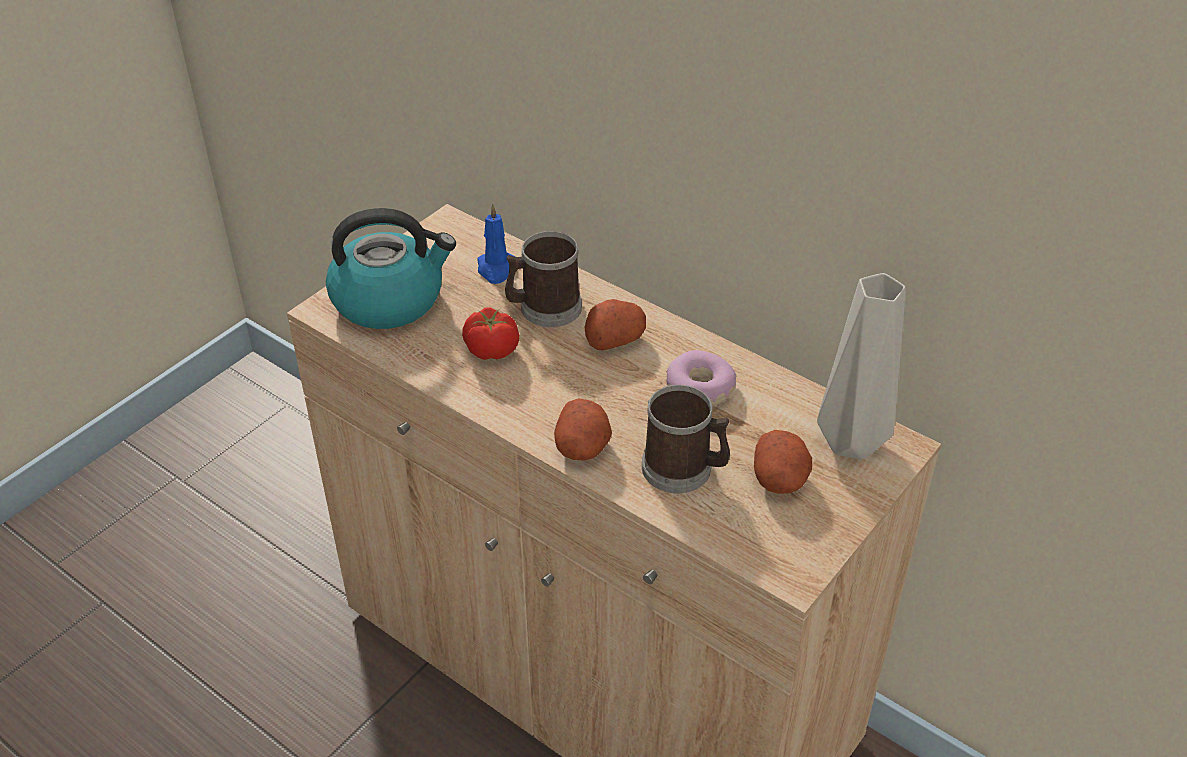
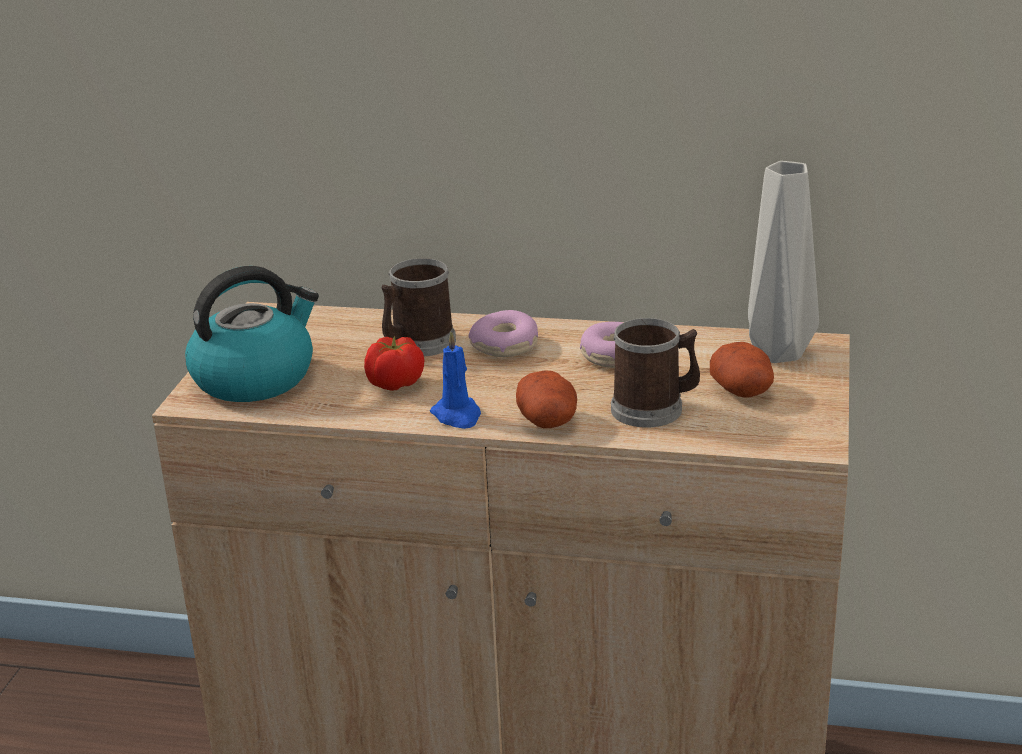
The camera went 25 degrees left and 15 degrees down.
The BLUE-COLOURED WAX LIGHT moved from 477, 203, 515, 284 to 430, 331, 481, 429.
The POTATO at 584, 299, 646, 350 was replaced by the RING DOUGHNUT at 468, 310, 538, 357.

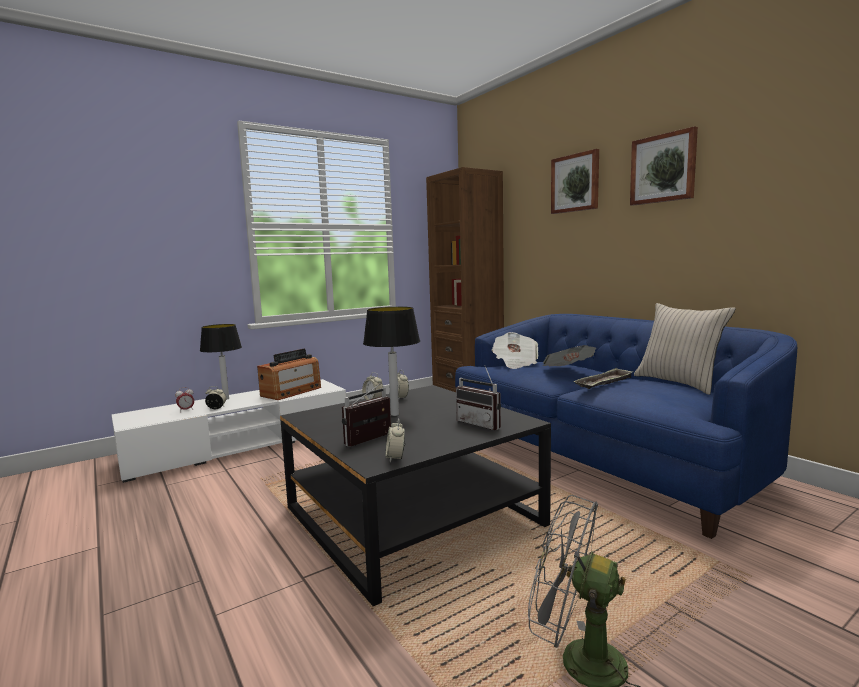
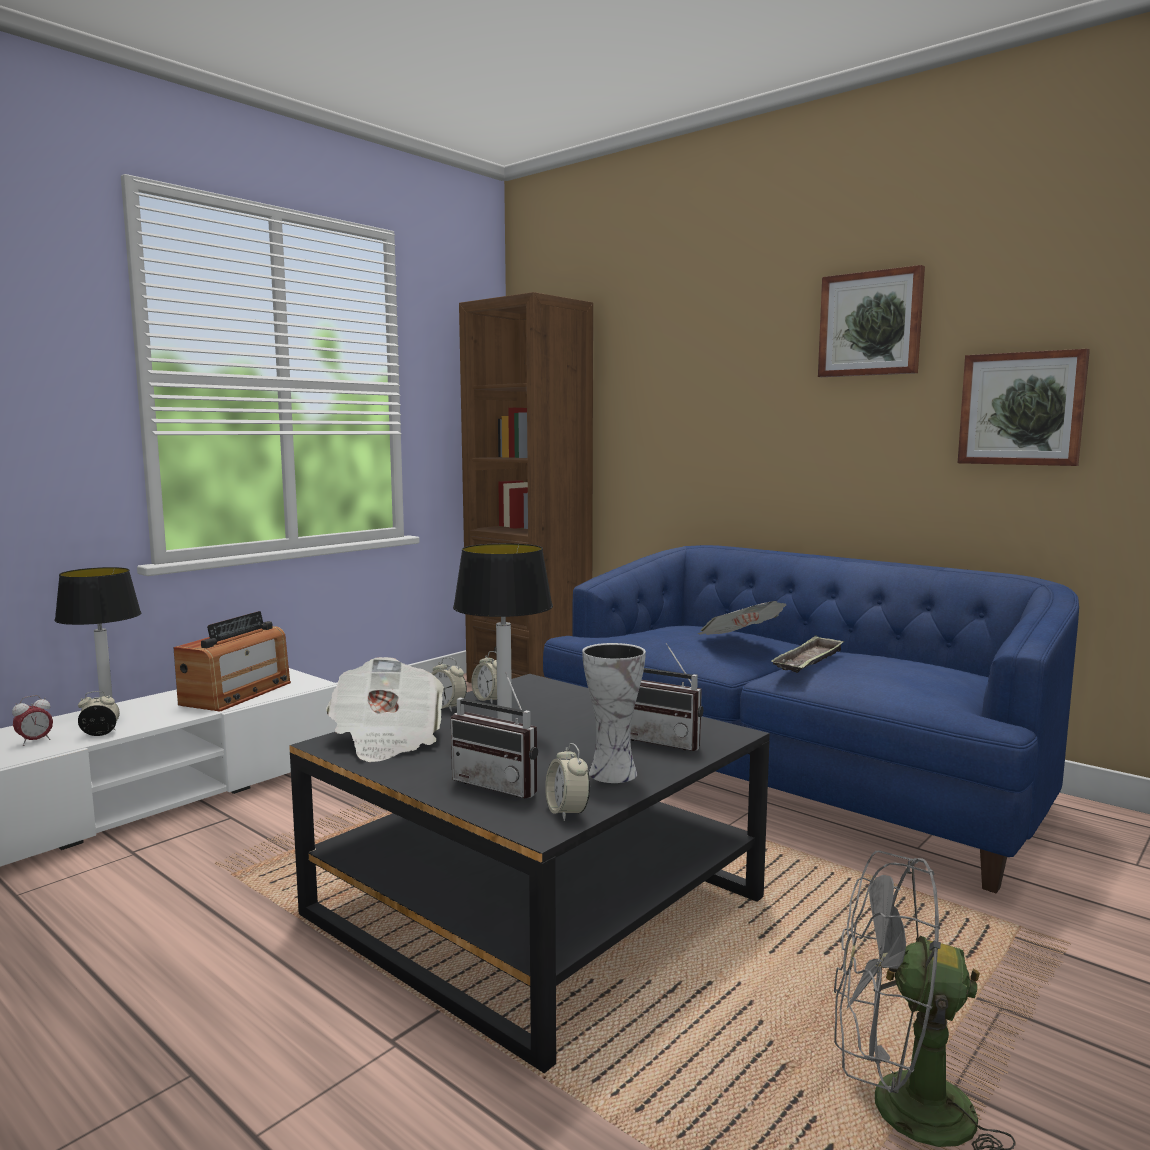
The camera went 15 degrees left and 0 degrees up.
The NEWSPAPER moved from 492, 332, 538, 369 to 326, 657, 444, 762.
The RADIO at 342, 382, 391, 446 turned 90 degrees counterclockwise.
The FLOWER VASE at 582, 643, 646, 783 appeared.
The WALL PICTURE moved from 551, 149, 599, 214 to 958, 349, 1090, 466.
The BEIGE PILLOW at 634, 303, 736, 395 disappeared.

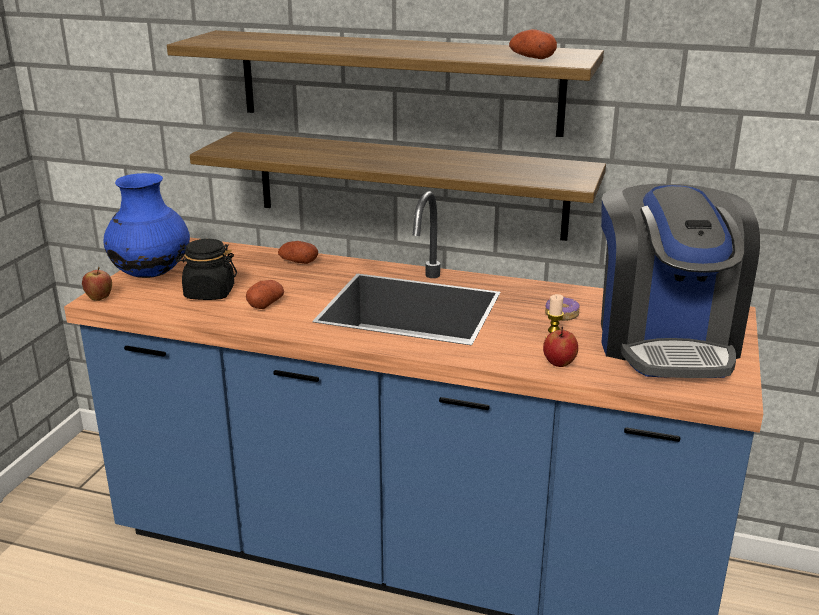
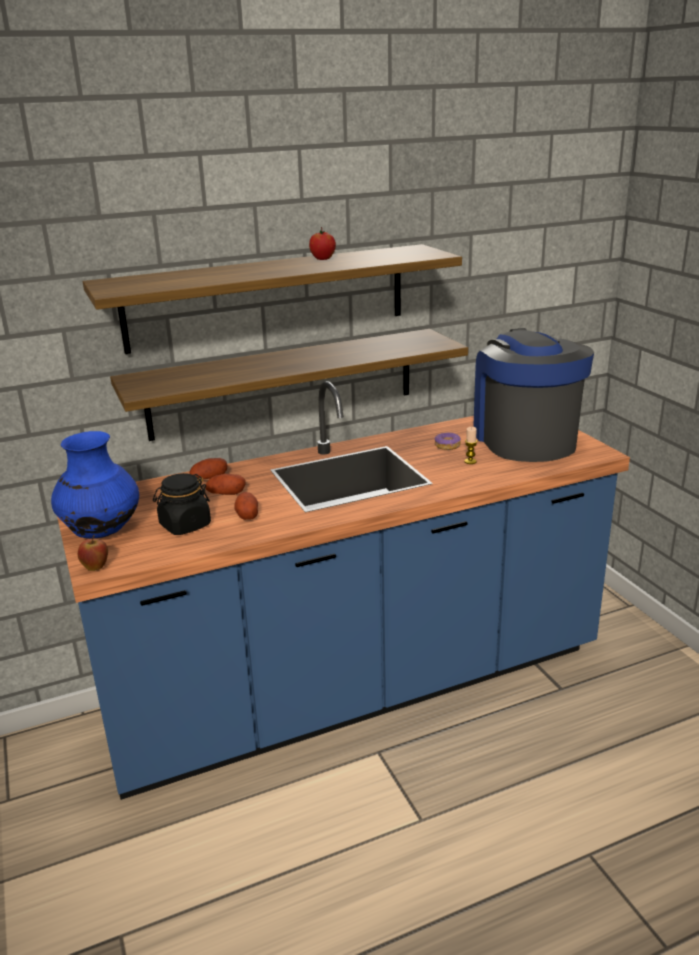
The camera went 40 degrees left and 0 degrees up.
The POTATO moved from 509, 29, 557, 59 to 206, 474, 246, 495.
The APPLE moved from 543, 326, 578, 367 to 309, 227, 336, 260.
The COFFEE BREWER at 601, 184, 760, 378 turned 150 degrees counterclockwise.

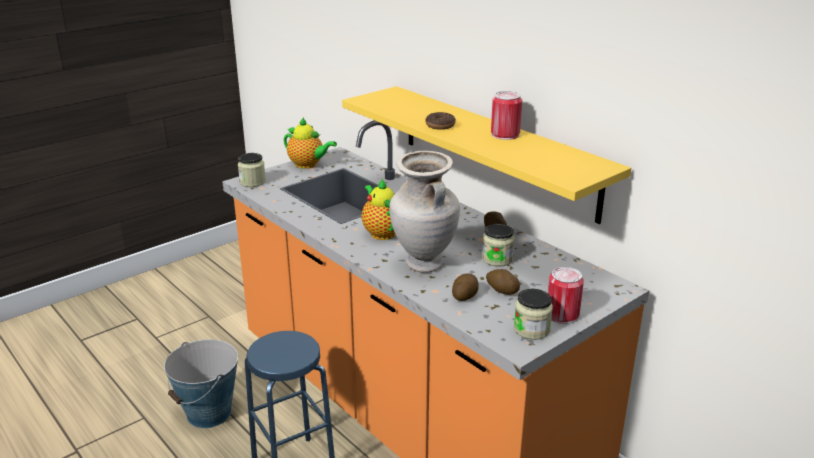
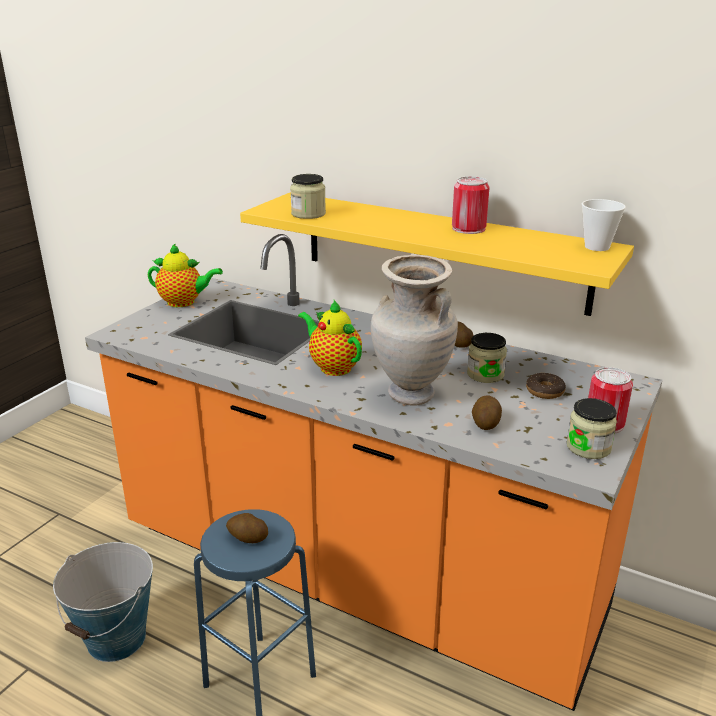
The camera went 20 degrees left and 0 degrees up.
The POTATO moved from 486, 269, 520, 295 to 226, 513, 268, 543.
The STORAGE JAR moved from 238, 153, 266, 187 to 290, 174, 326, 219.
The RING DOUGHNUT moved from 426, 112, 456, 130 to 526, 373, 566, 399.
The SMALL CUP at 582, 199, 626, 251 appeared.

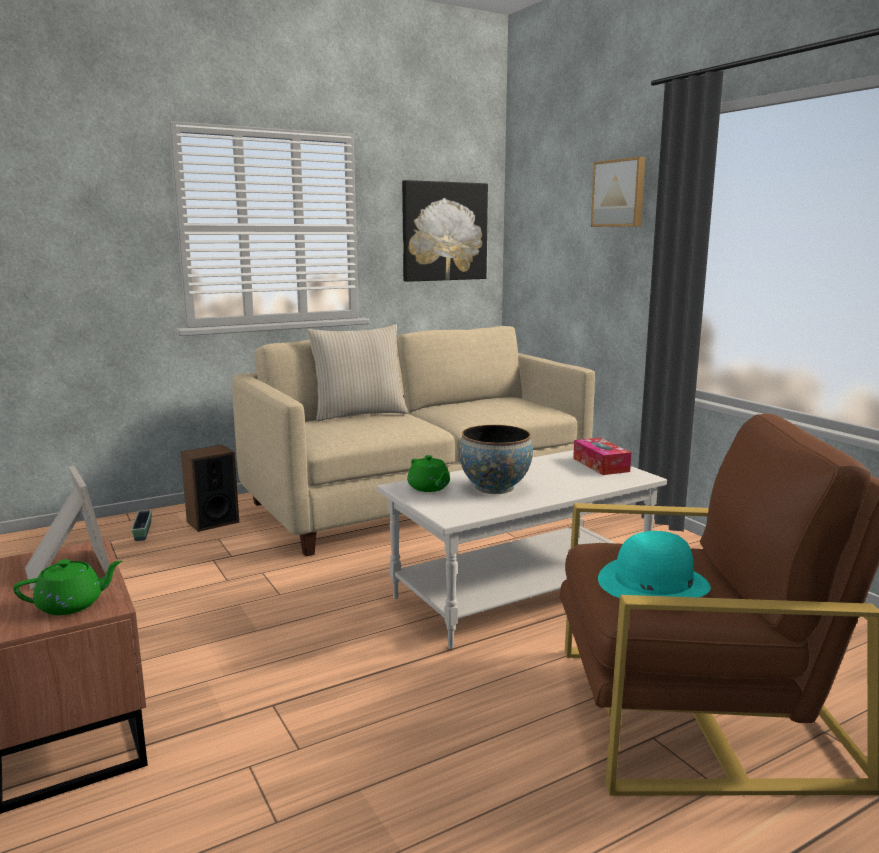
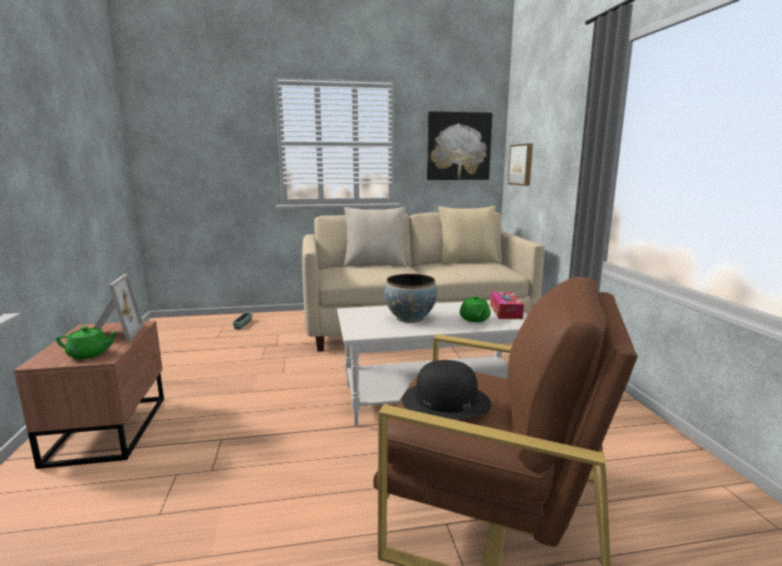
The camera went 20 degrees right and 0 degrees up.
The BLUE-GREEN WEARABLE HAT at 598, 531, 711, 598 became the BLACKISH WEARABLE HAT at 402, 360, 491, 419.
The BEIGE PILLOW at 438, 206, 500, 264 appeared.
The GREEN-COLOURED TEA POT moved from 407, 455, 450, 492 to 460, 296, 491, 322.
The WALL PICTURE moved from 591, 157, 646, 227 to 508, 143, 533, 186.
The SPEAKER at 181, 445, 239, 532 disappeared.

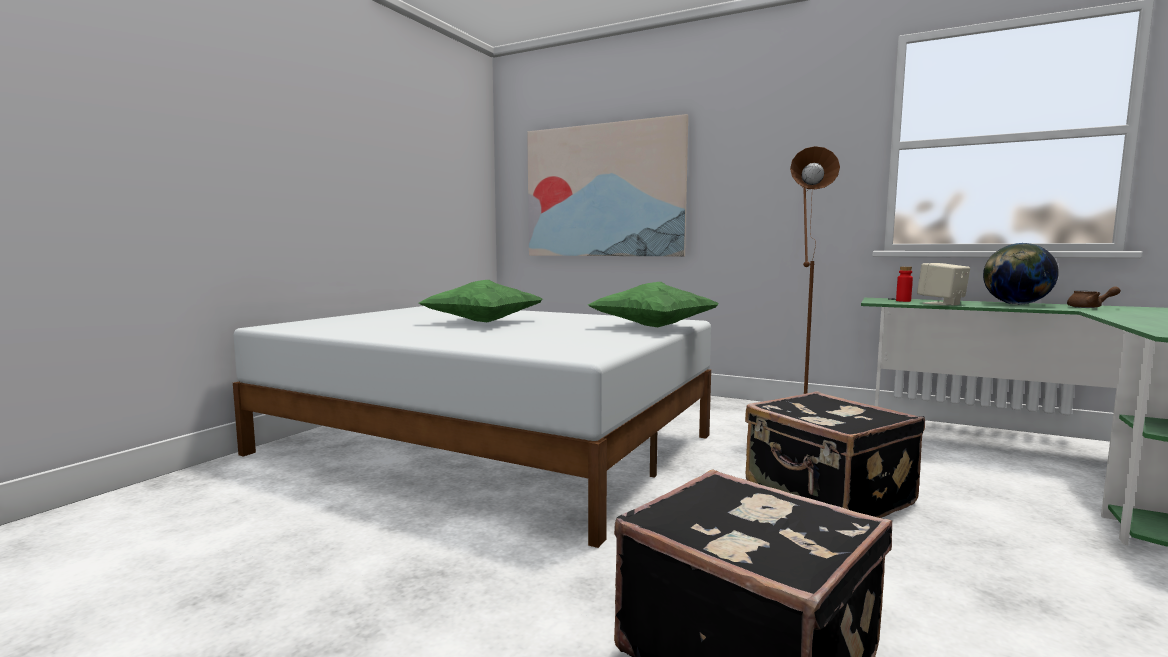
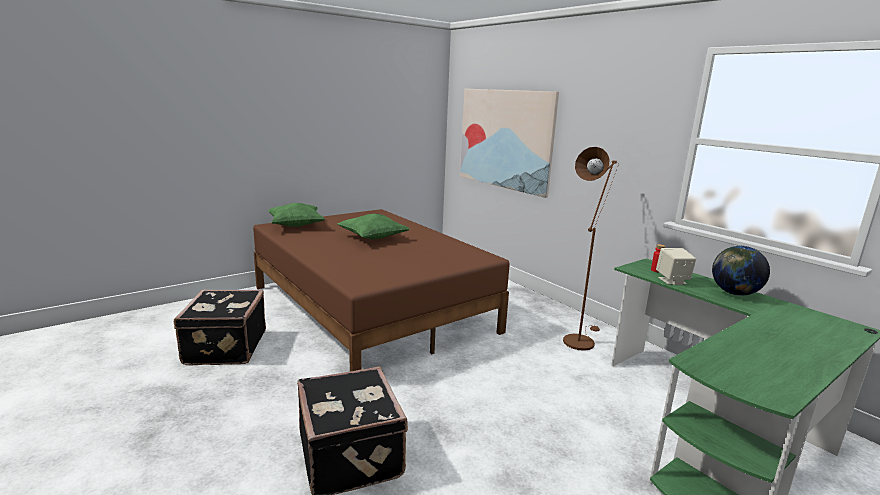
The camera went 25 degrees right and 10 degrees up.
The BLACKISH SUITCASE moved from 745, 391, 925, 518 to 174, 290, 266, 365.
The WHITE-COLOURED BEDROOM BED at 233, 306, 711, 548 became the BROWN BEDROOM BED at 253, 209, 510, 371.
The GREEN-COLOURED PILLOW moved from 588, 282, 719, 327 to 267, 203, 325, 227.
The BROWN TEA POT at 1067, 286, 1121, 308 disappeared.

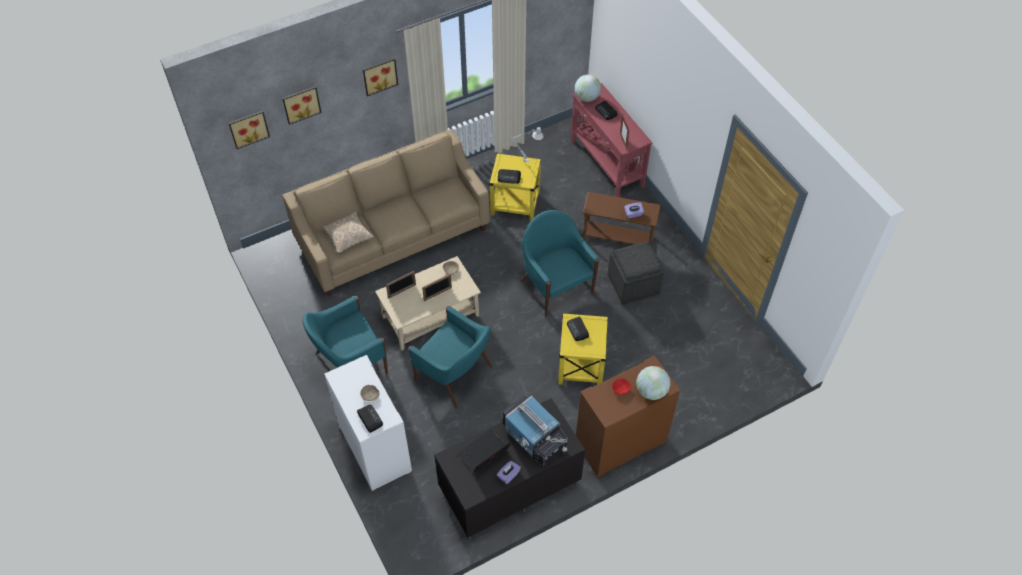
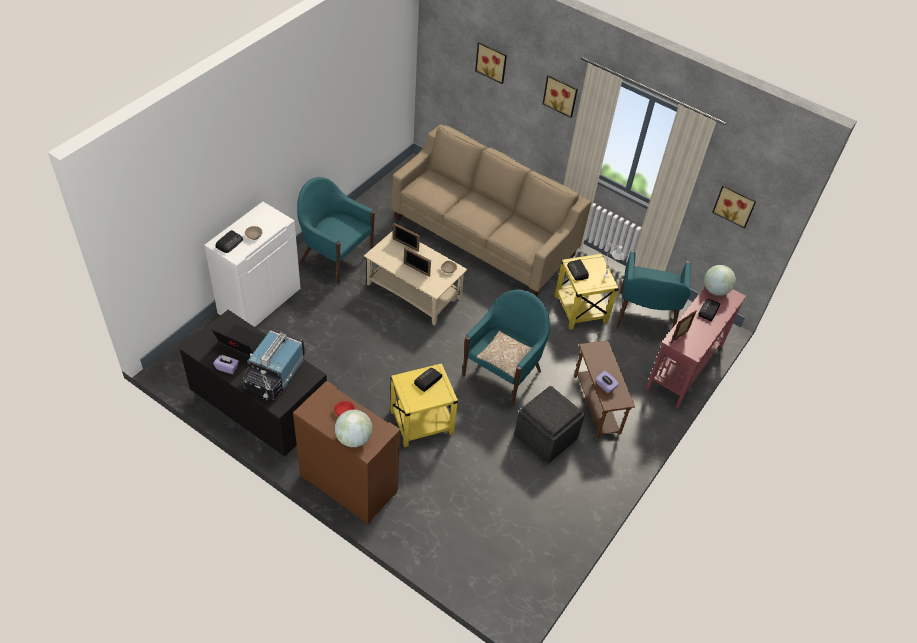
The camera went 60 degrees right and 5 degrees down.
The PILLOW moved from 322, 211, 374, 254 to 476, 330, 532, 378.
The BLUE-GREEN ARMCHAIR moved from 408, 306, 492, 408 to 616, 251, 691, 329.
The WALL PICTURE moved from 229, 111, 270, 149 to 712, 185, 756, 229.

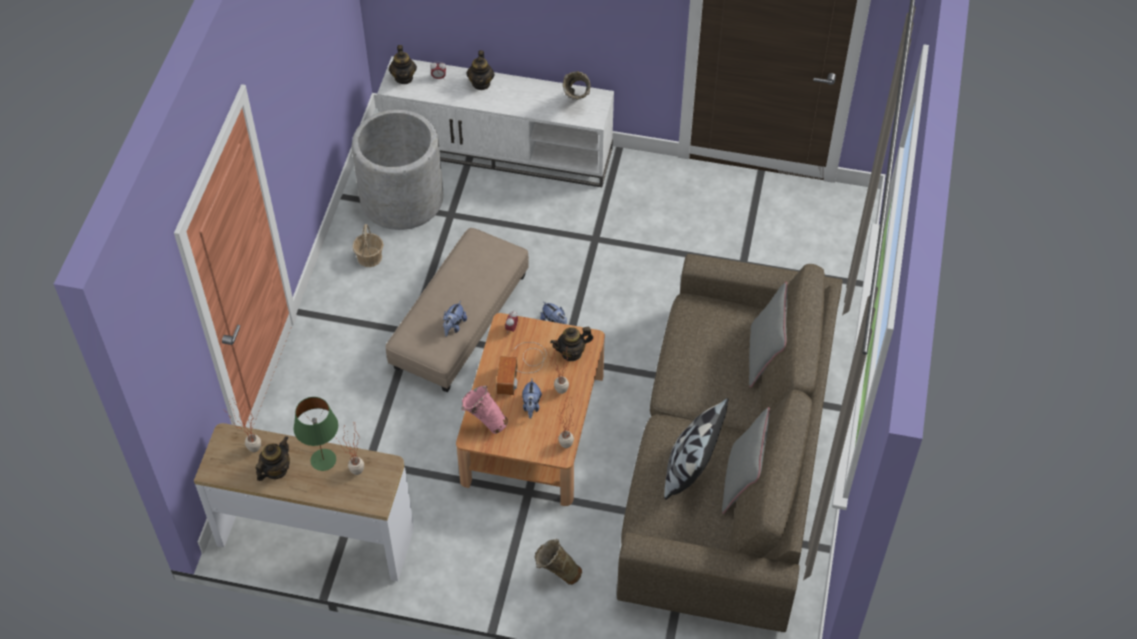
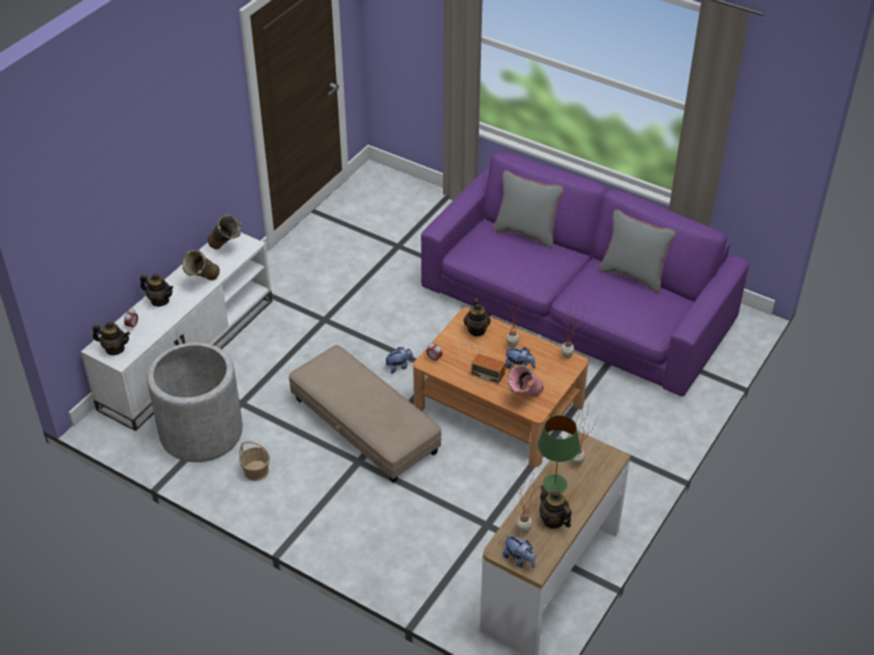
The camera went 70 degrees left and 10 degrees down.
The BEIGE FLOWER VASE moved from 534, 539, 582, 585 to 182, 250, 220, 280.
The BROWN SETTEE at 617, 254, 842, 632 became the PURPLE SETTEE at 421, 152, 749, 397.
The PLUSH TOY moved from 443, 301, 467, 337 to 503, 534, 535, 568.
The PILLOW at 664, 398, 729, 500 disappeared.

